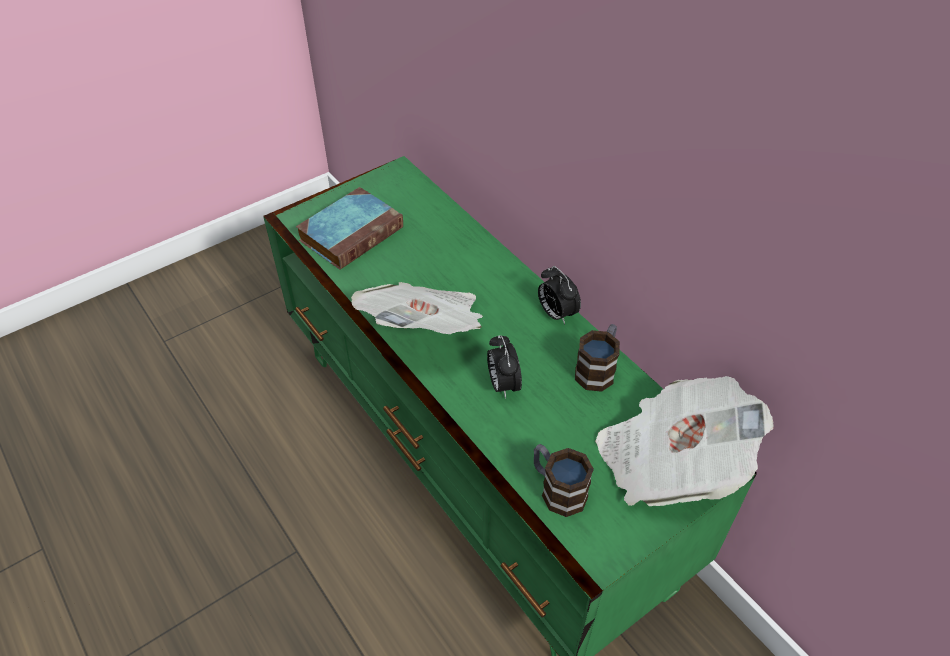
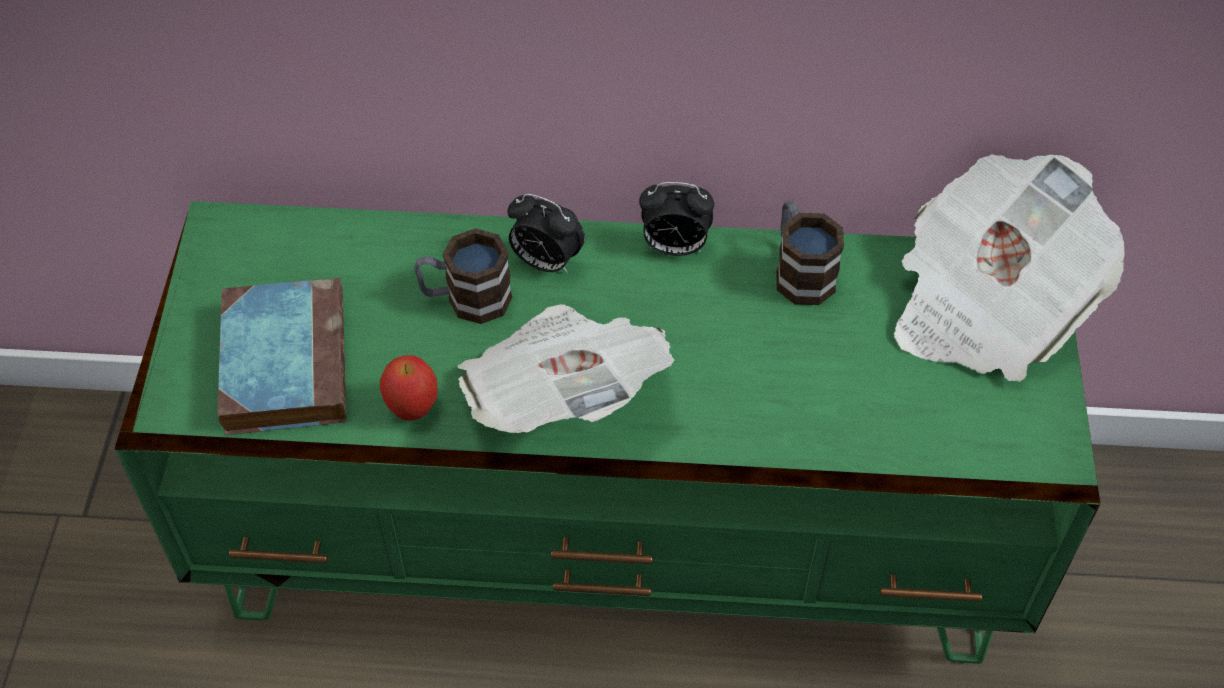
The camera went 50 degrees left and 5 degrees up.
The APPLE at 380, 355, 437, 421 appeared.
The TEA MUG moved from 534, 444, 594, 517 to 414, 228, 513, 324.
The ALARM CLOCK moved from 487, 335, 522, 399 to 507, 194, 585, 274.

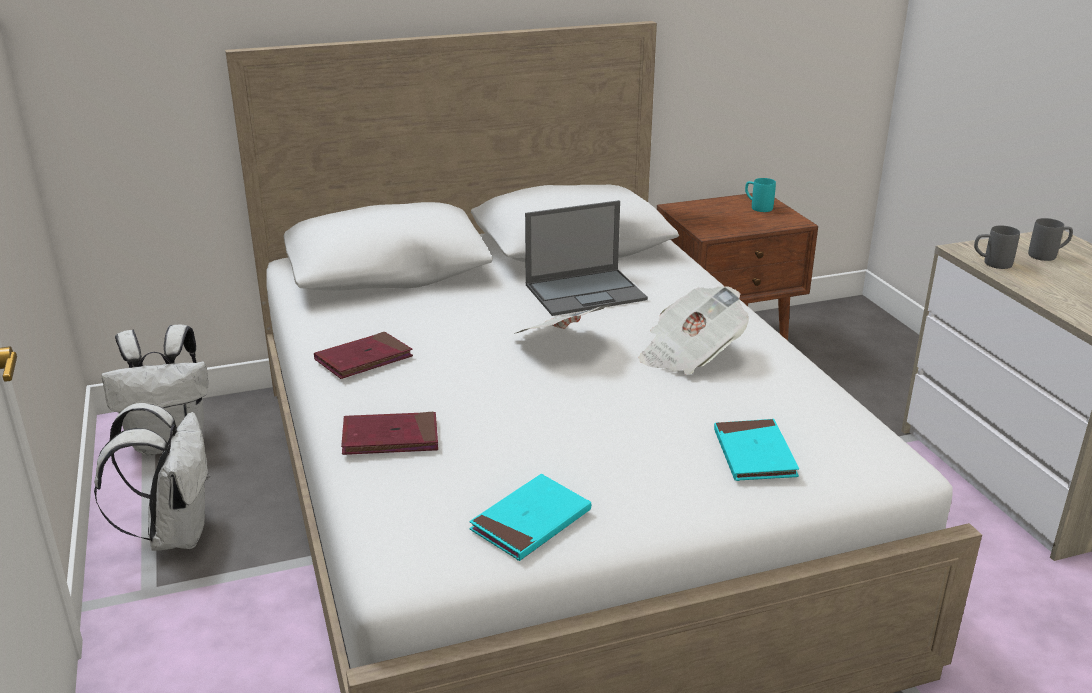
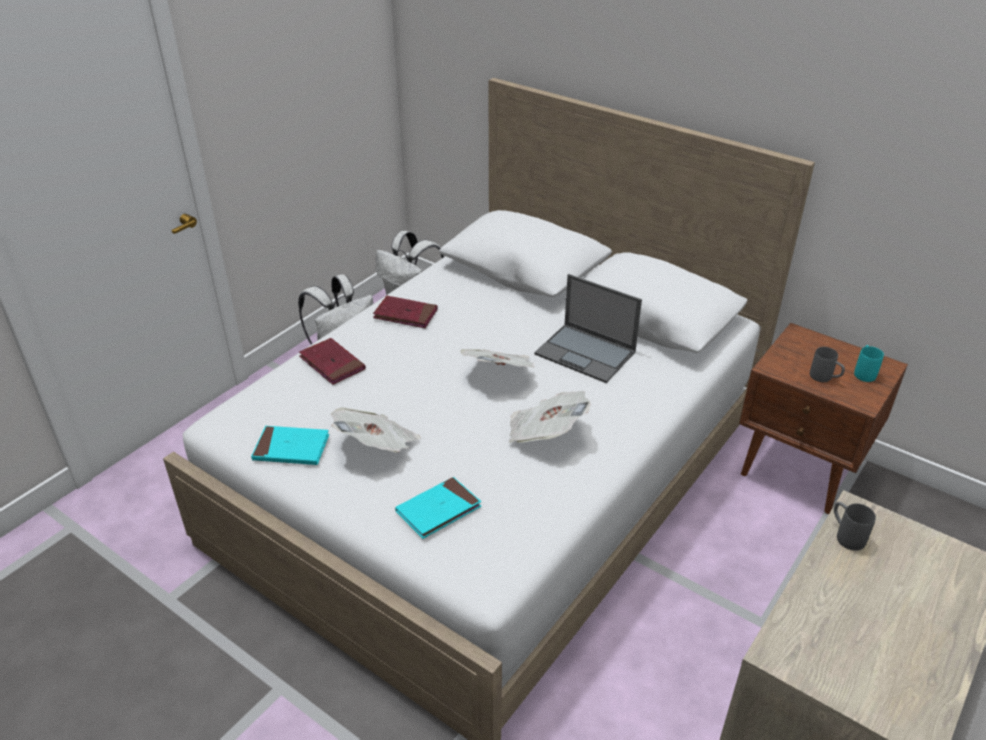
The camera went 55 degrees right and 10 degrees up.
The NEWSPAPER at 330, 407, 421, 453 appeared.
The GREY TEA MUG moved from 1028, 218, 1073, 261 to 810, 347, 845, 382.

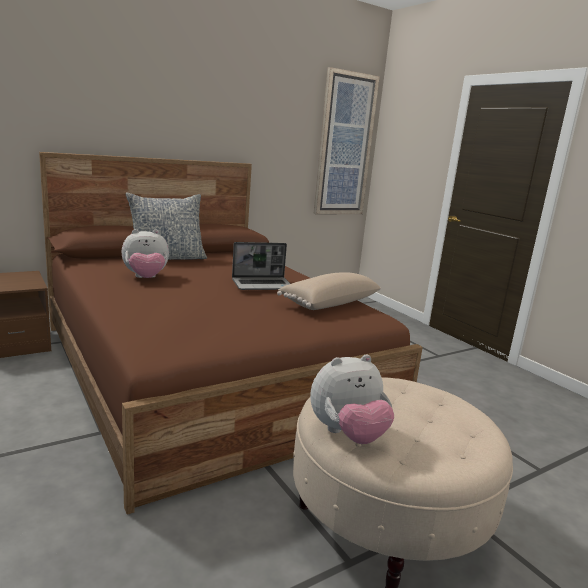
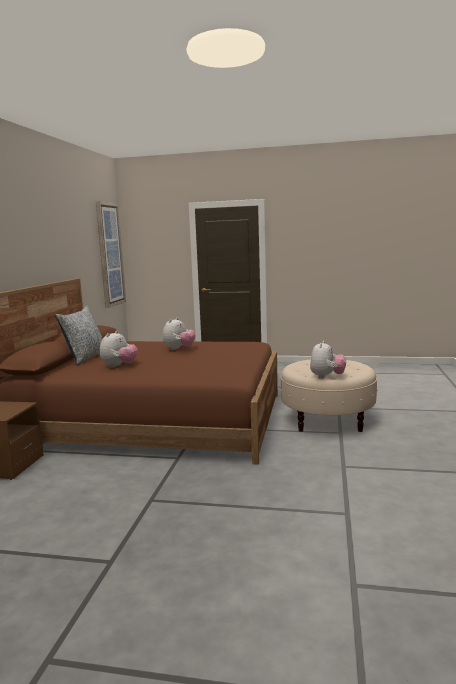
The camera went 45 degrees left and 5 degrees down.
The PORTABLE COMPUTER at 232, 242, 290, 290 was replaced by the PLUSH TOY at 163, 318, 195, 350.
The BEIGE PILLOW at 277, 272, 381, 310 disappeared.

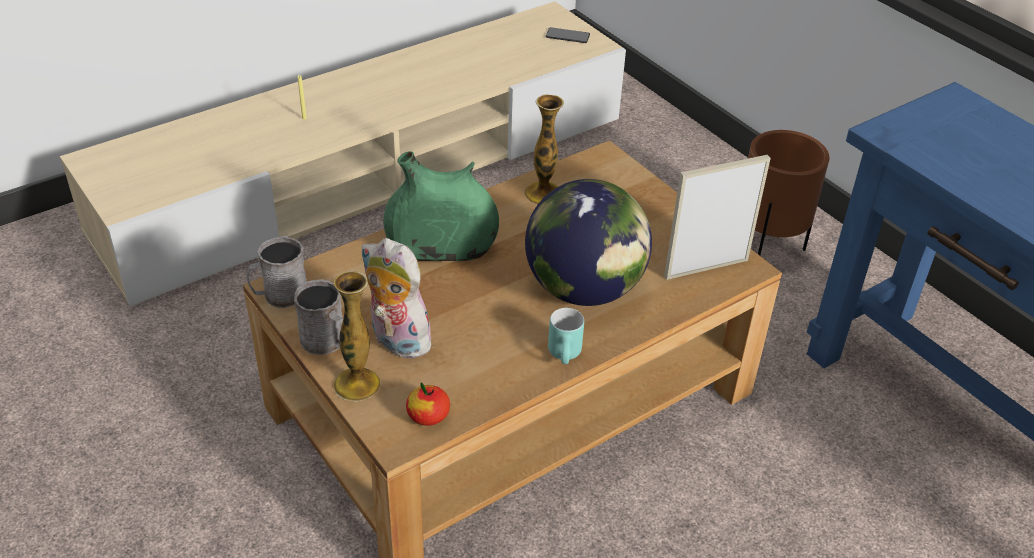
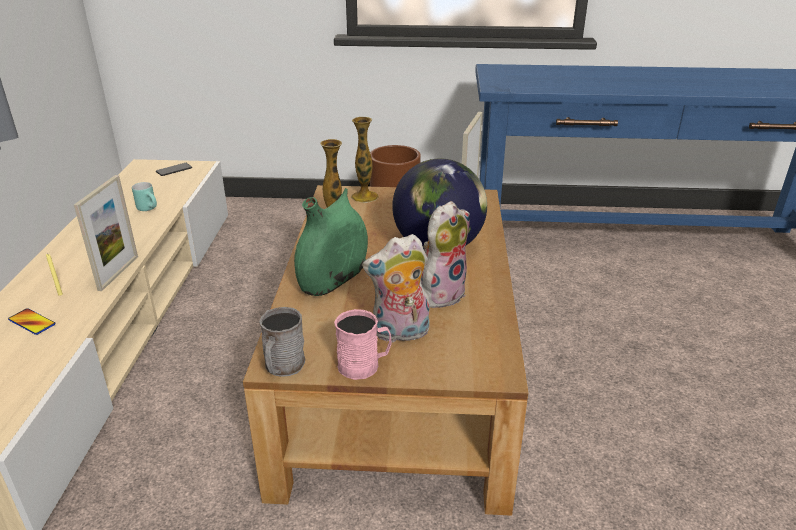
The camera went 50 degrees left and 10 degrees down.
The TELEPHONE at 8, 308, 55, 335 appeared.
The PICTURE FRAME at 74, 175, 138, 291 appeared.
The BLUE-GREEN TEA MUG moved from 548, 308, 584, 364 to 132, 182, 157, 211.
The GREY TEA MUG at 294, 279, 343, 355 became the PINK TEA MUG at 334, 309, 392, 380.
The FLOWER VASE moved from 334, 271, 381, 401 to 351, 117, 379, 203.
The PLUSH TOY at 421, 201, 470, 308 appeared.
The APPLE at 406, 382, 450, 426 disappeared.

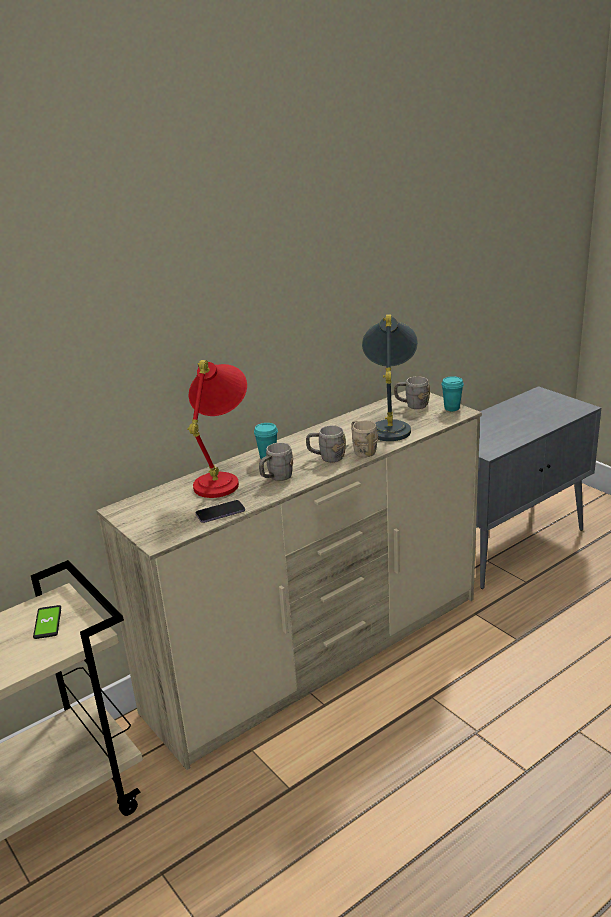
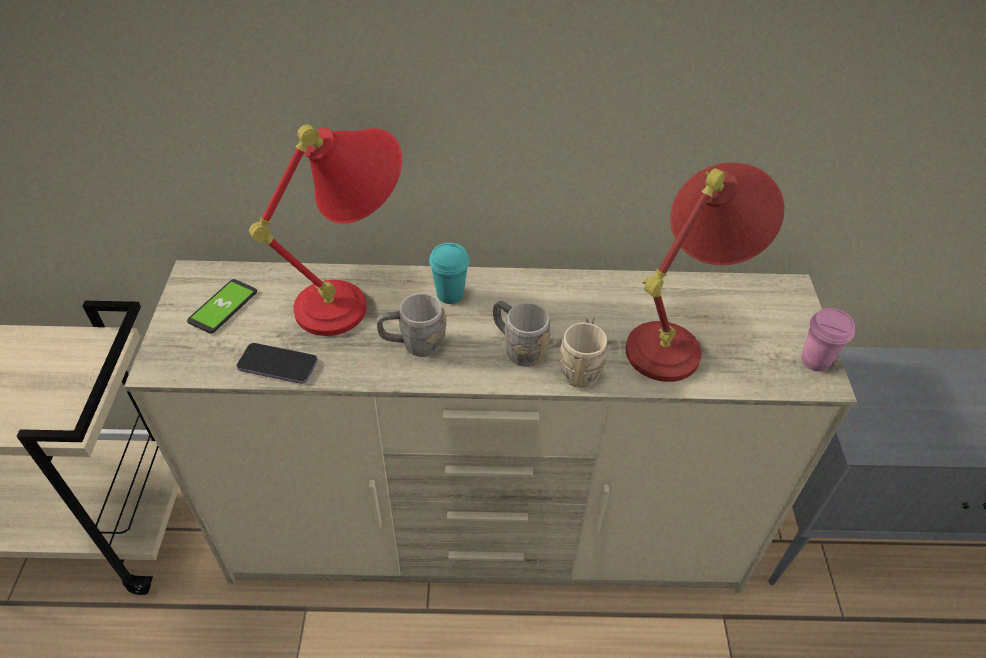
The camera went 35 degrees right and 20 degrees up.
The TELEPHONE moved from 33, 605, 61, 639 to 187, 279, 257, 333.
The GREY TABLETOP LAMP at 362, 314, 418, 441 became the REDDISH TABLETOP LAMP at 626, 163, 785, 382.
The BLUE-GREEN SMALL CUP at 441, 376, 464, 411 became the PINK SMALL CUP at 801, 308, 855, 372.
The GREY TEA MUG at 394, 376, 430, 409 disappeared.

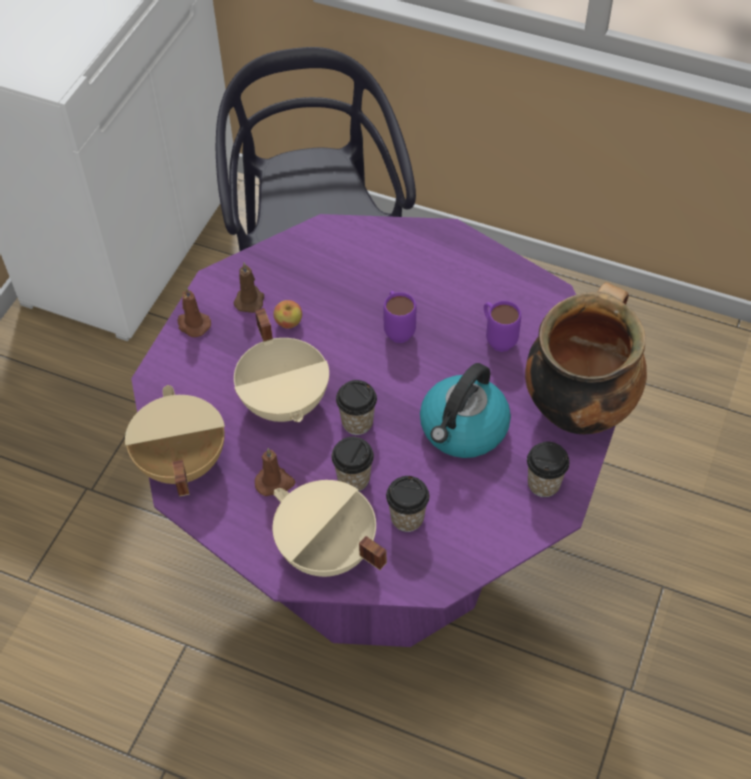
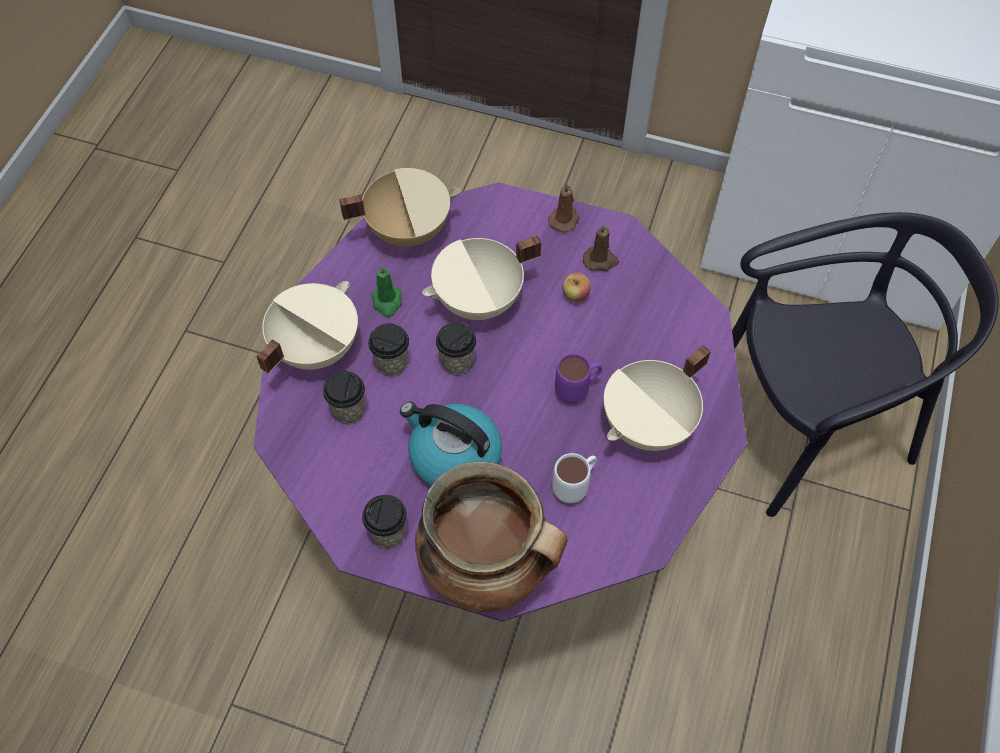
The camera went 85 degrees right and 5 degrees up.
The BROWN WAX LIGHT at 255, 448, 295, 496 became the GREEN-COLOURED WAX LIGHT at 371, 265, 402, 317.
The PURPLE TEA MUG at 484, 301, 521, 352 became the WHITE-COLOURED TEA MUG at 552, 453, 597, 503.
The BEIGE COOKING POT at 604, 345, 711, 451 appeared.

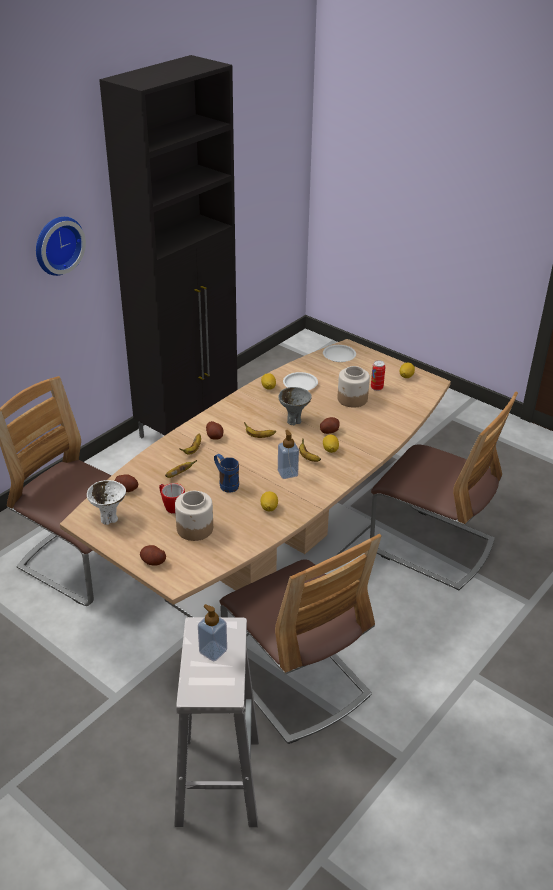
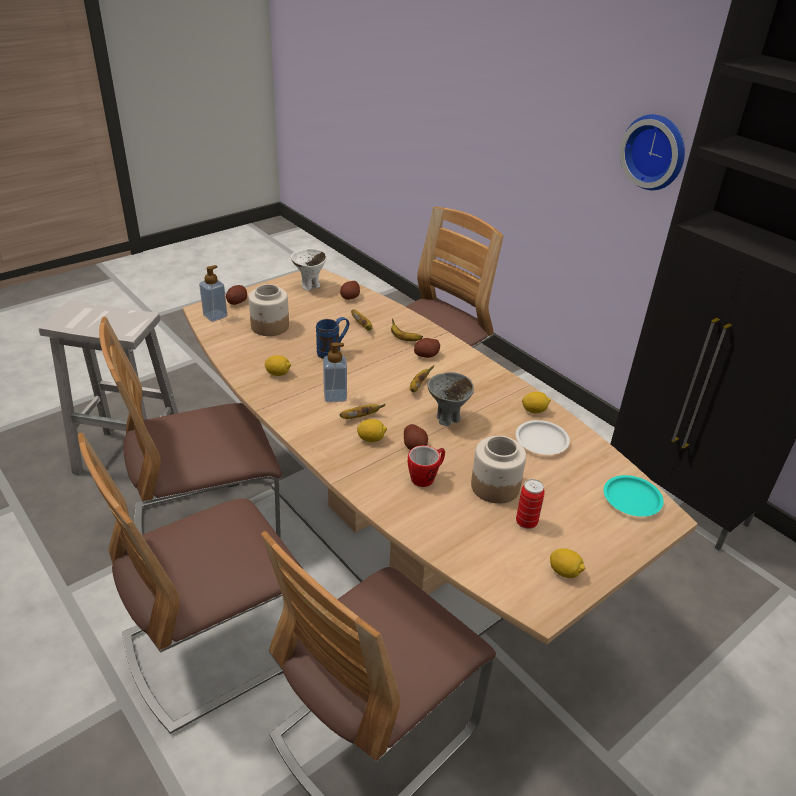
The camera went 100 degrees right and 0 degrees up.
The PLAIN CHAIR at 78, 433, 304, 734 appeared.
The LIQUID SOAP BOTTLE moved from 198, 604, 227, 661 to 199, 265, 228, 322.
The TEA MUG moved from 159, 483, 185, 514 to 408, 445, 445, 487.
The WHITE-COLOURED PLATE at 323, 345, 356, 362 became the BLUE-GREEN PLATE at 604, 475, 664, 517.

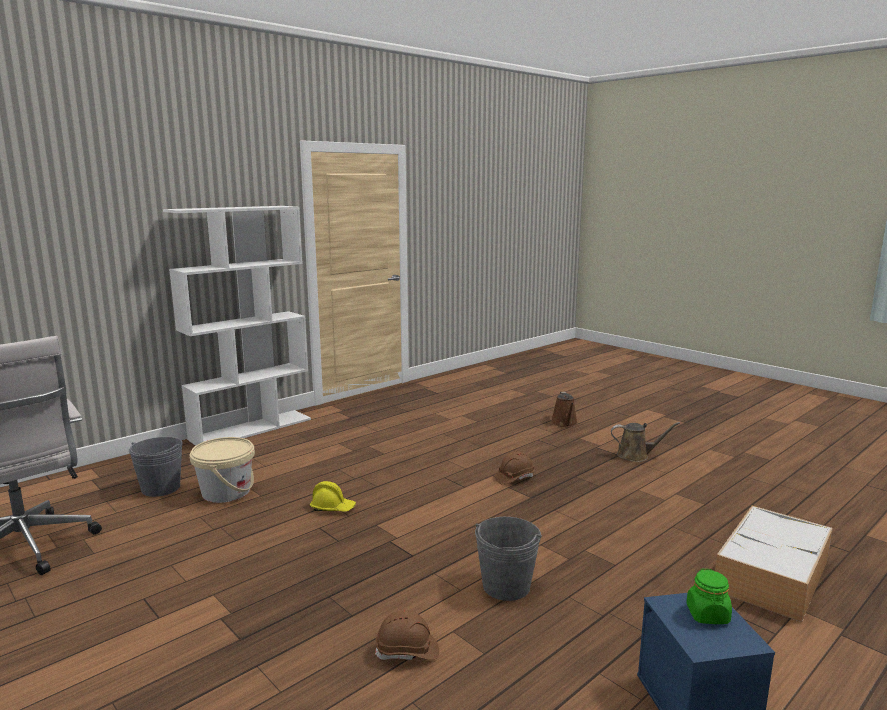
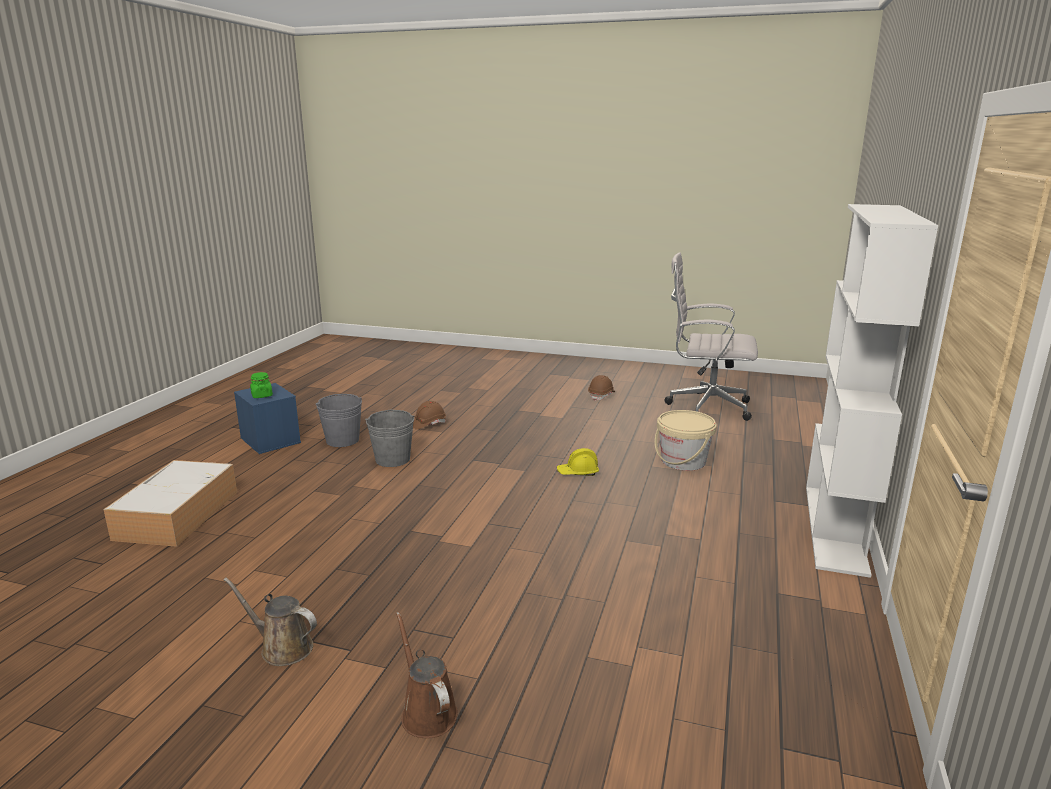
The camera went 150 degrees right and 5 degrees up.
The BROWN SPRINKLING CAN at 611, 422, 680, 462 turned 45 degrees clockwise.
The GREY PAIL moved from 129, 437, 183, 497 to 316, 394, 362, 447.
The BROWN WORK HELMET moved from 495, 451, 534, 485 to 588, 375, 615, 401.

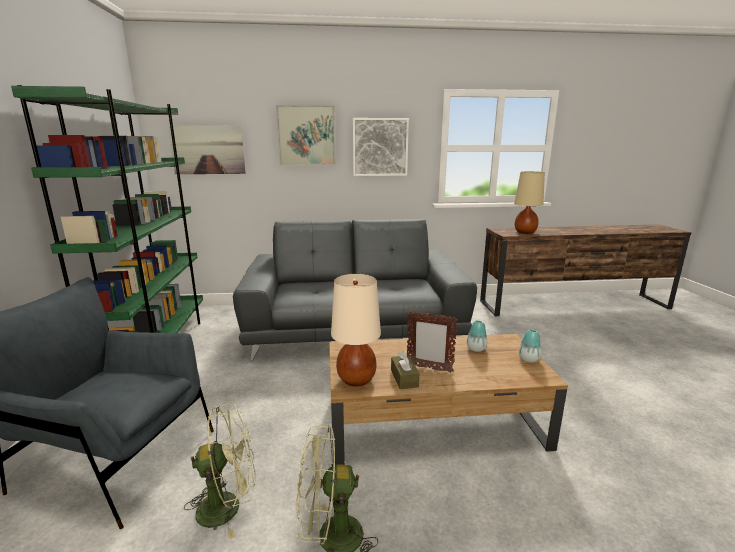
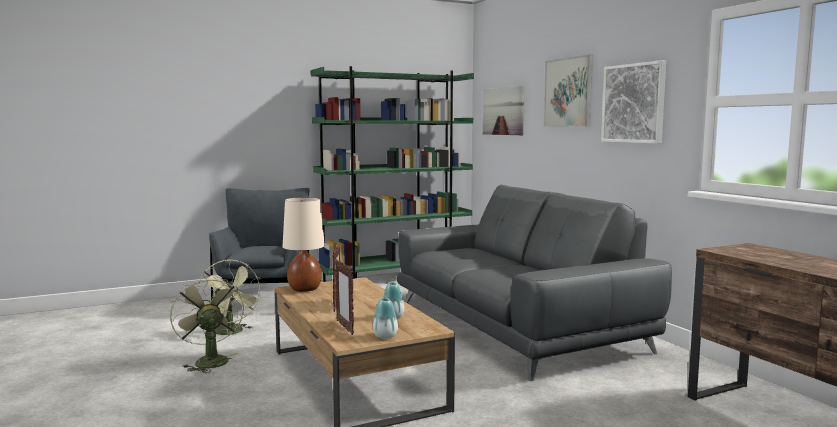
The camera went 70 degrees right and 10 degrees down.
The PICTURE FRAME at 335, 259, 354, 335 appeared.
The BROWN TISSUE HOLDER at 391, 351, 419, 389 disappeared.
The BEIGE TABLETOP LAMP at 514, 172, 545, 234 disappeared.

